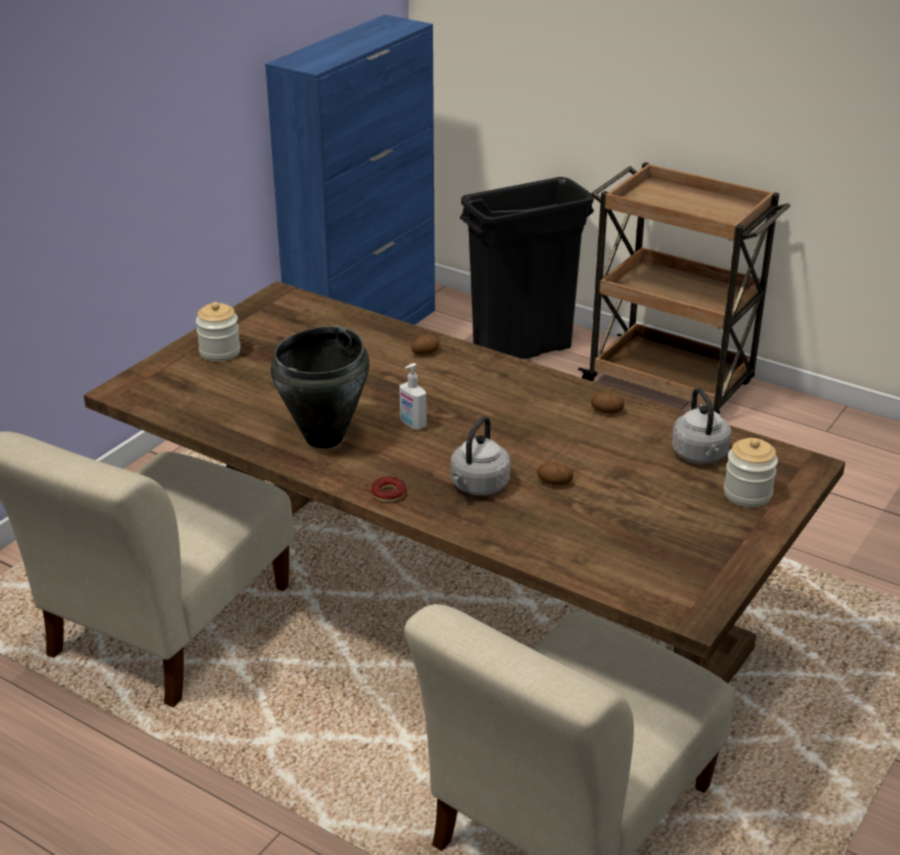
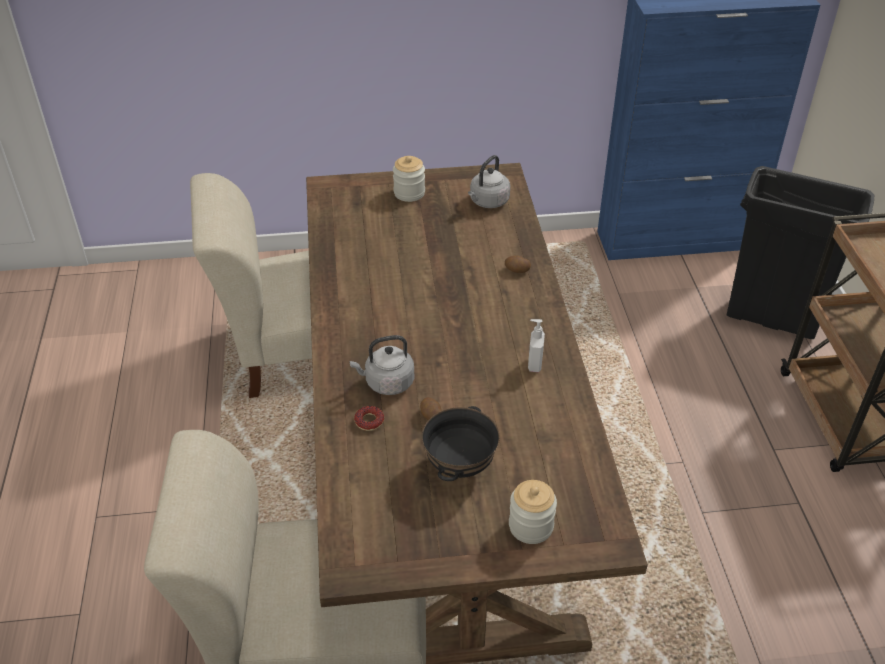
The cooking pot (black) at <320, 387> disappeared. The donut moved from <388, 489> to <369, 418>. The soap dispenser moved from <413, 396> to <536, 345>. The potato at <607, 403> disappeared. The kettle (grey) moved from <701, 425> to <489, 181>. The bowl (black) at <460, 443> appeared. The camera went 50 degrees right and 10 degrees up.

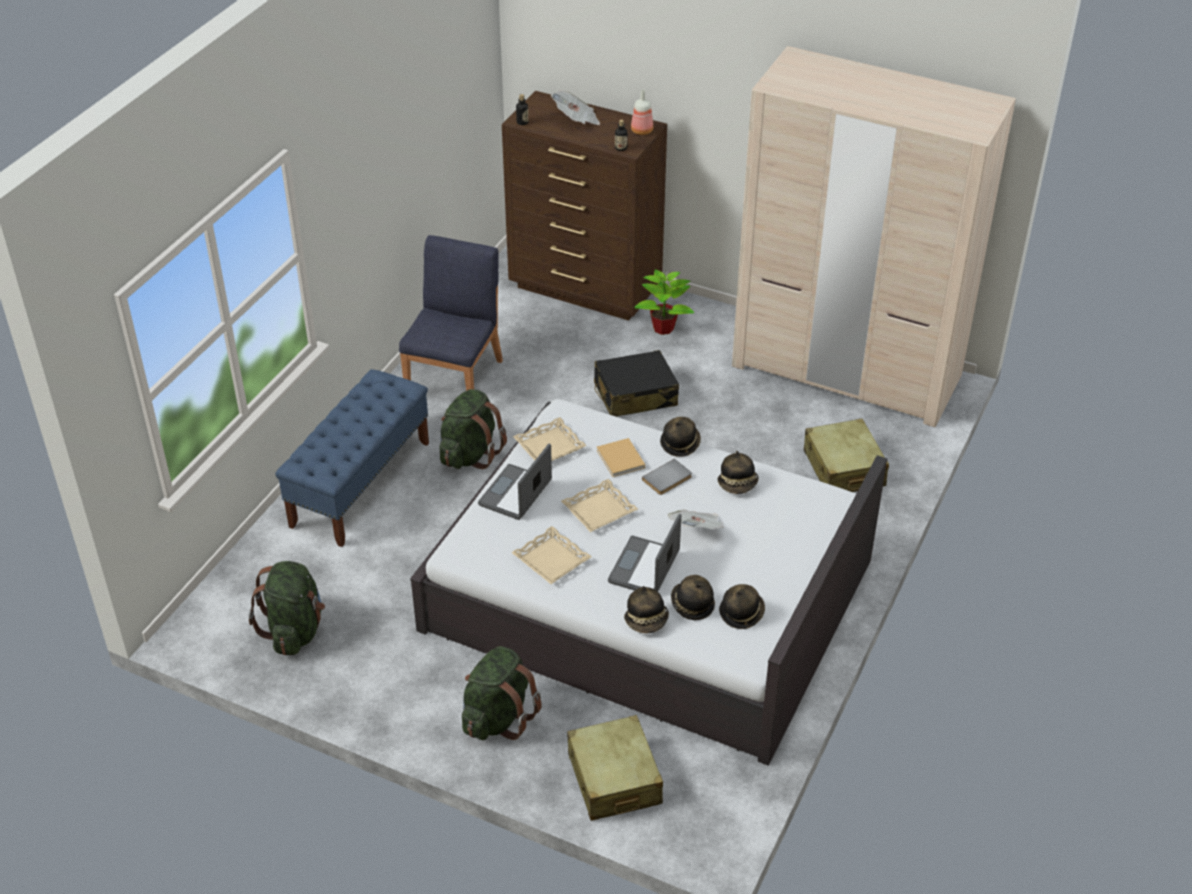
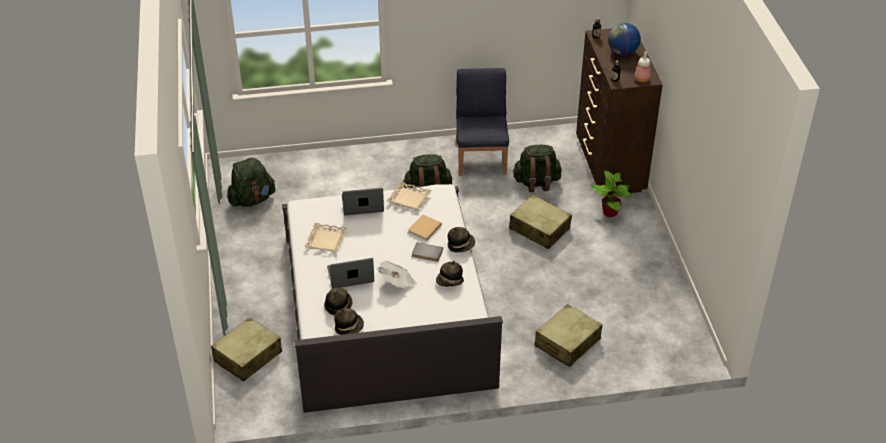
The bench (blue) at <352, 458> disappeared. The chair (blue) at <451, 313> turned 75 degrees counterclockwise. The backpack (green) moved from <502, 693> to <537, 168>. The newspaper at <575, 108> was replaced by the globe at <624, 39>. The tray (beige) at <599, 505> disappeared. The suitcase (black) at <636, 383> became the suitcase (beige) at <540, 222>. The hat at <646, 609> disappeared. The wardrobe (beige) at <874, 236> disappeared. The camera went 55 degrees right and 0 degrees up.

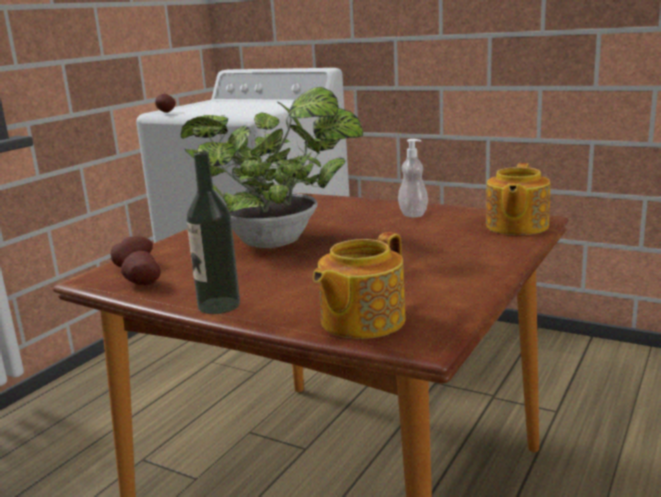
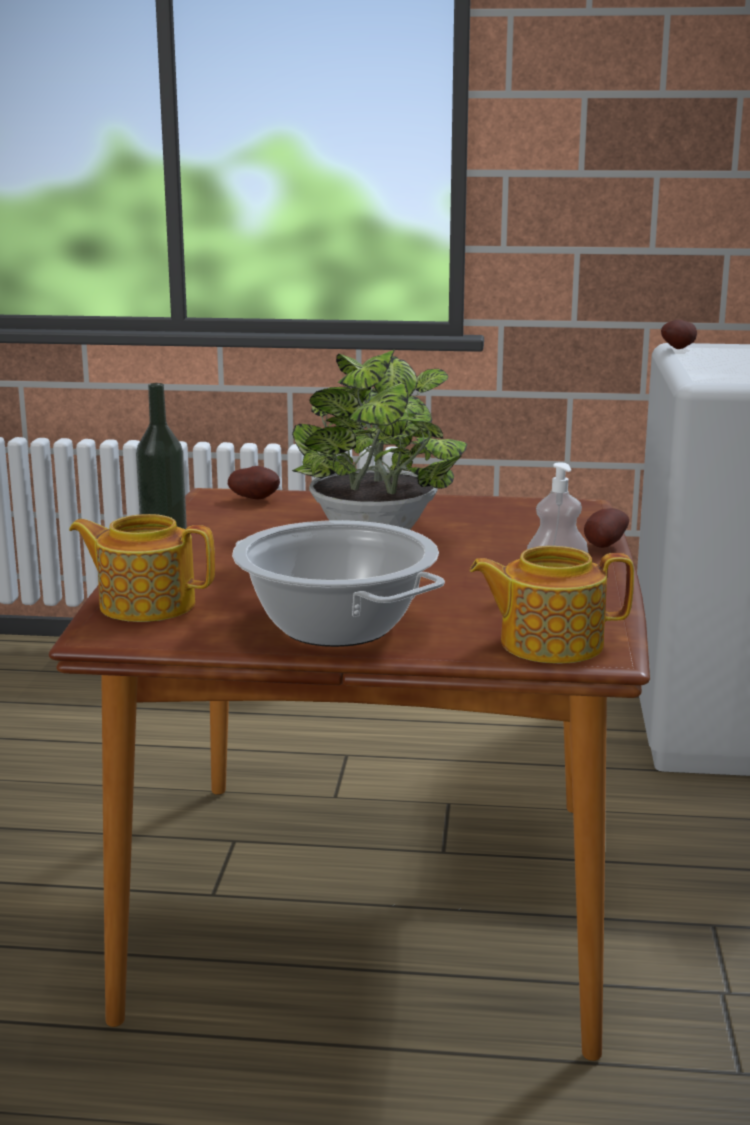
The potato moved from <141, 268> to <606, 528>. The cooking pot at <338, 583> appeared. The camera went 65 degrees right and 0 degrees up.

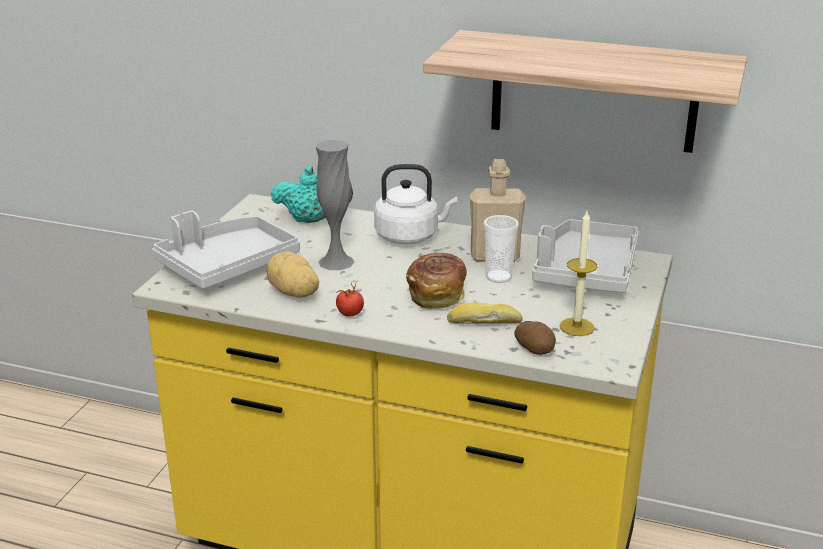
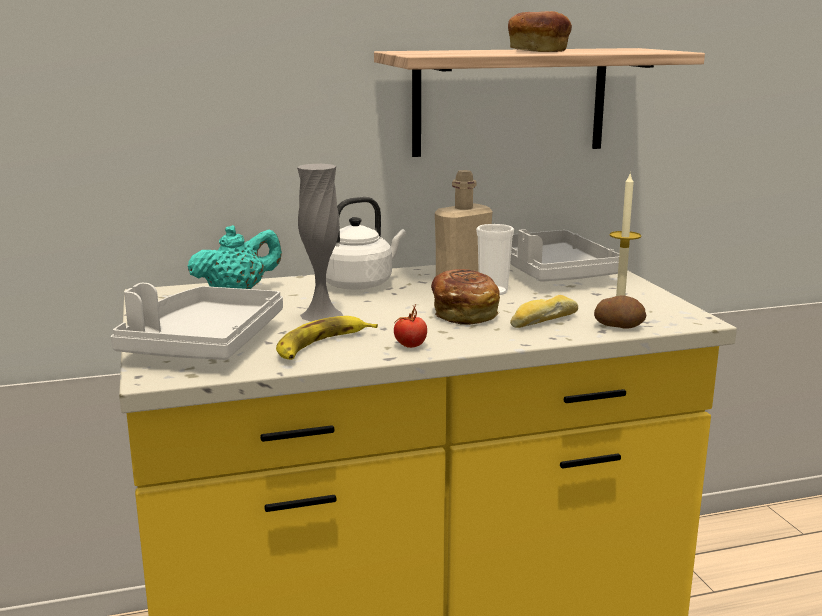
The potato at <292, 274> was replaced by the banana at <327, 338>. The bread at <540, 31> appeared. The camera went 35 degrees left and 10 degrees down.

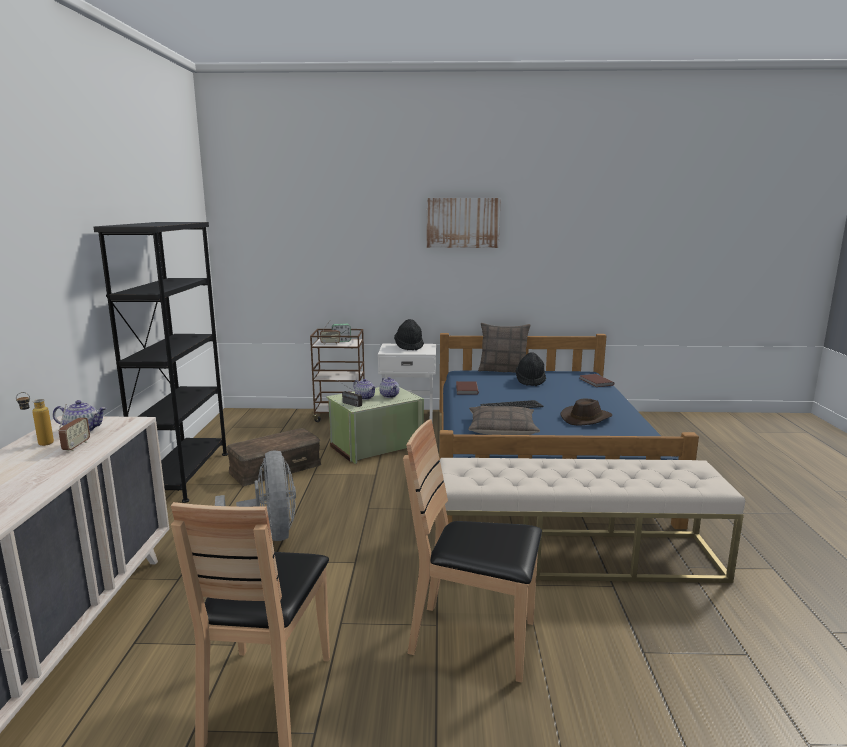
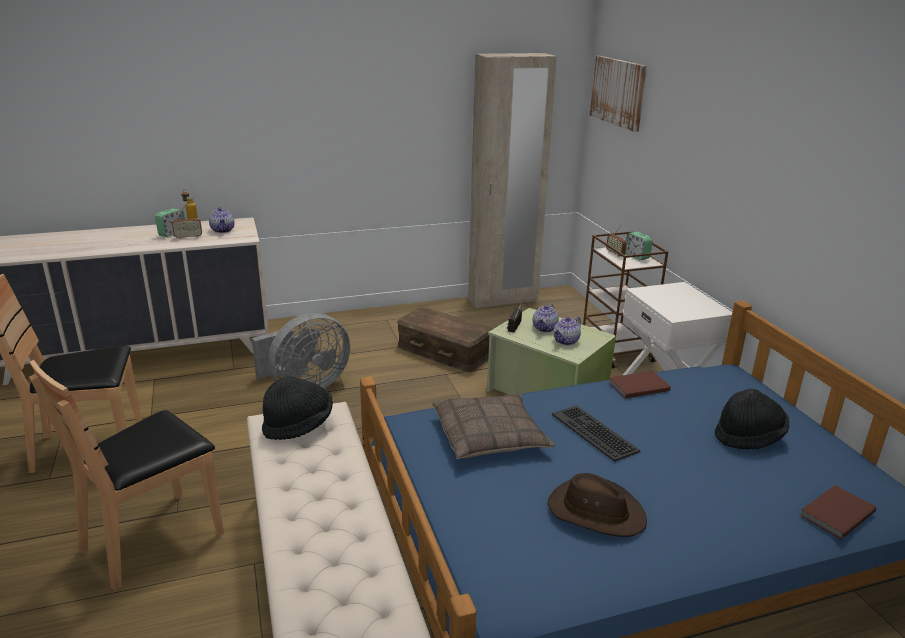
The bookcase (black) at <161, 362> disappeared. The hat (black) moved from <409, 334> to <297, 408>. The chair (brown) at <472, 550> turned 135 degrees counterclockwise. The picture moved from <464, 223> to <618, 94>. The pillow at <504, 348> disappeared. The alarm clock at <170, 223> appeared. The wardrobe (beige) at <512, 180> appeared. The camera went 70 degrees right and 10 degrees up.

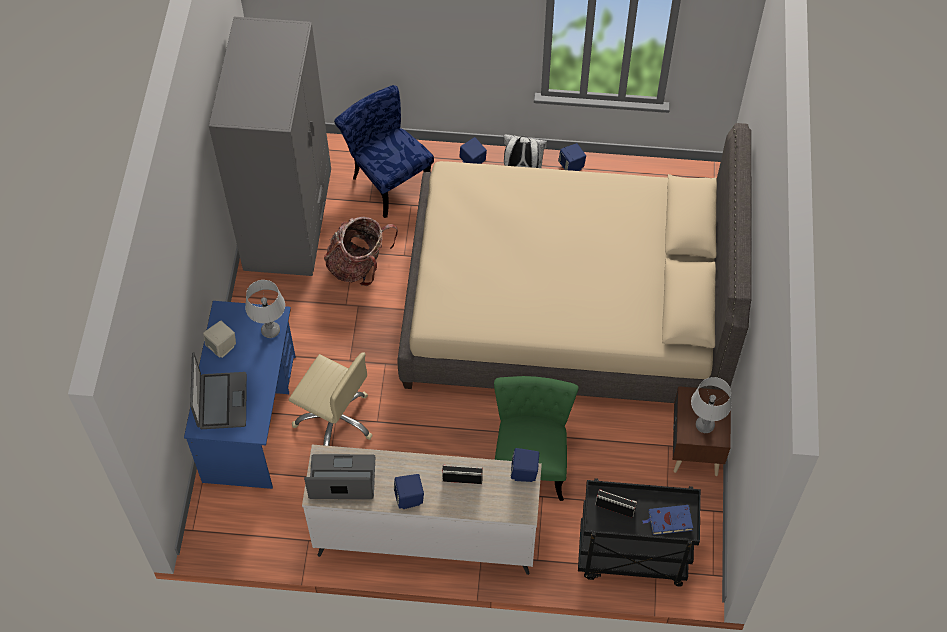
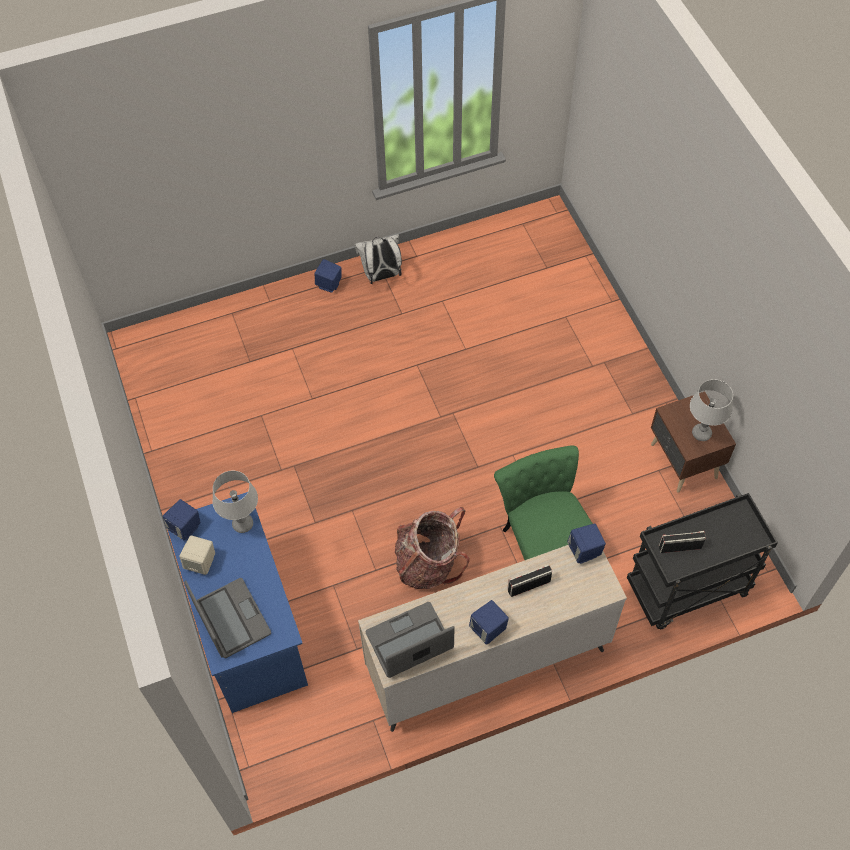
The wardrobe (grey) at <270, 146> disappeared. The office chair (beige) at <331, 399> disappeared. The backpack moved from <361, 251> to <432, 548>. The chair (blue) at <384, 151> disappeared. The bed (beige) at <574, 263> disappeared. The speaker (blue) moved from <572, 157> to <181, 519>. The book (blue) at <667, 520> disappeared. The camera went 25 degrees left and 0 degrees up.

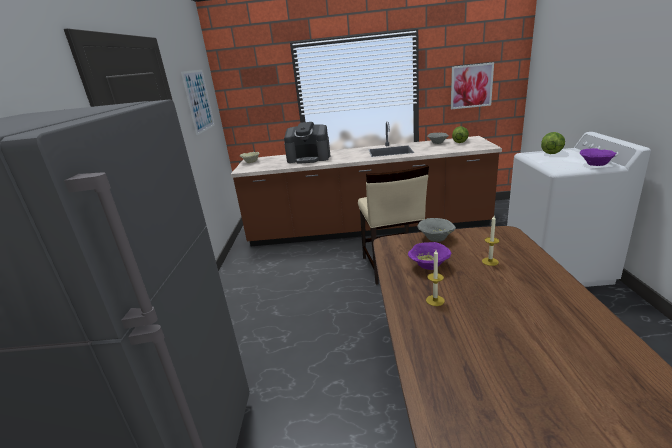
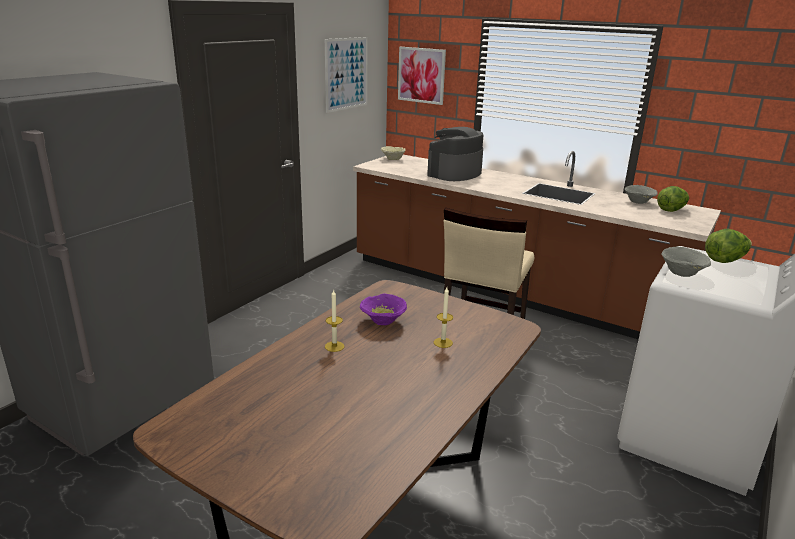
The coffee machine at <307, 143> turned 90 degrees clockwise. The bowl (grey) moved from <437, 230> to <686, 262>. The picture moved from <472, 85> to <422, 76>. The bowl (purple) at <598, 157> disappeared. The camera went 30 degrees right and 0 degrees up.

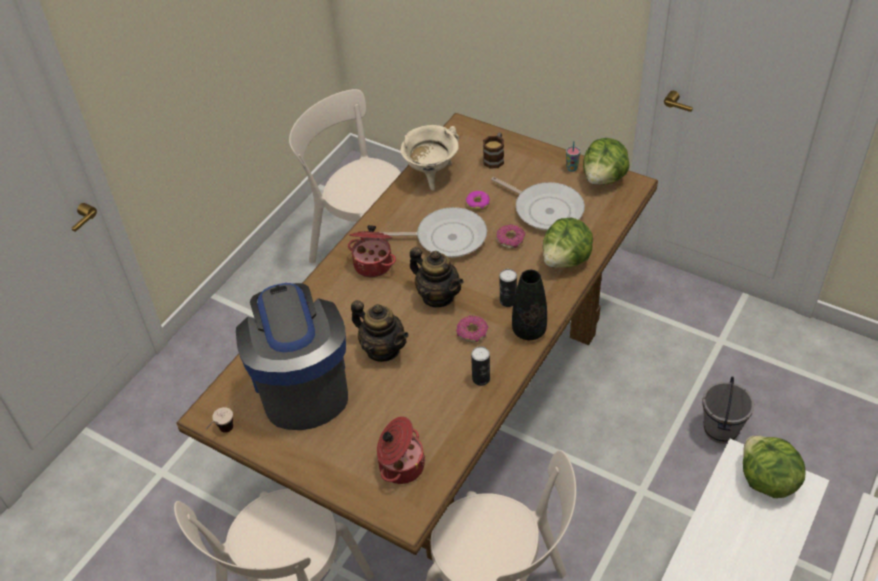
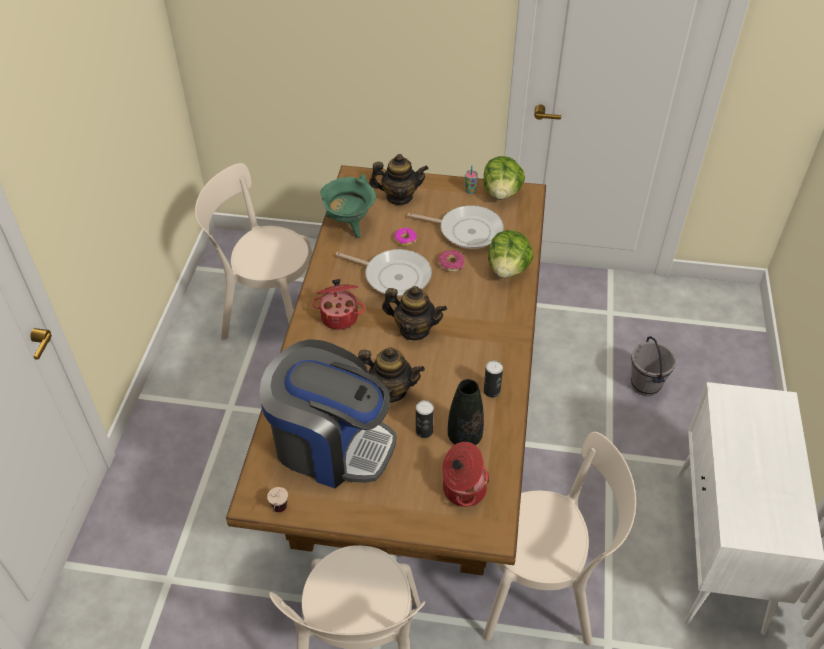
The coffee machine at <292, 356> turned 150 degrees clockwise. The frying pan at <433, 232> turned 45 degrees clockwise. The cooking pot (beige) at <429, 158> became the cooking pot (green) at <348, 206>. The donut at <472, 329> disappeared. The mug at <493, 150> was replaced by the teapot at <399, 179>. The can moved from <508, 288> to <425, 419>. The vase (black) moved from <529, 305> to <466, 412>. The lettuce at <774, 467> disappeared. The camera went 25 degrees left and 0 degrees up.

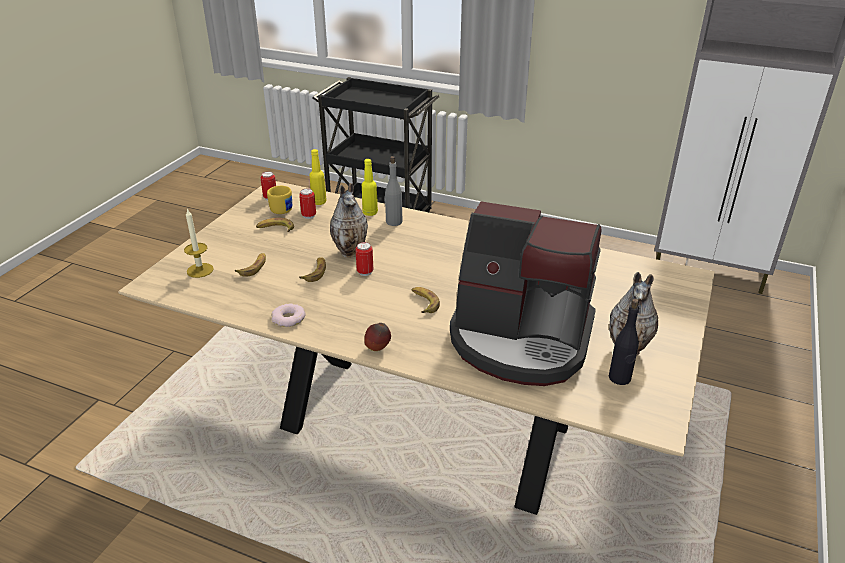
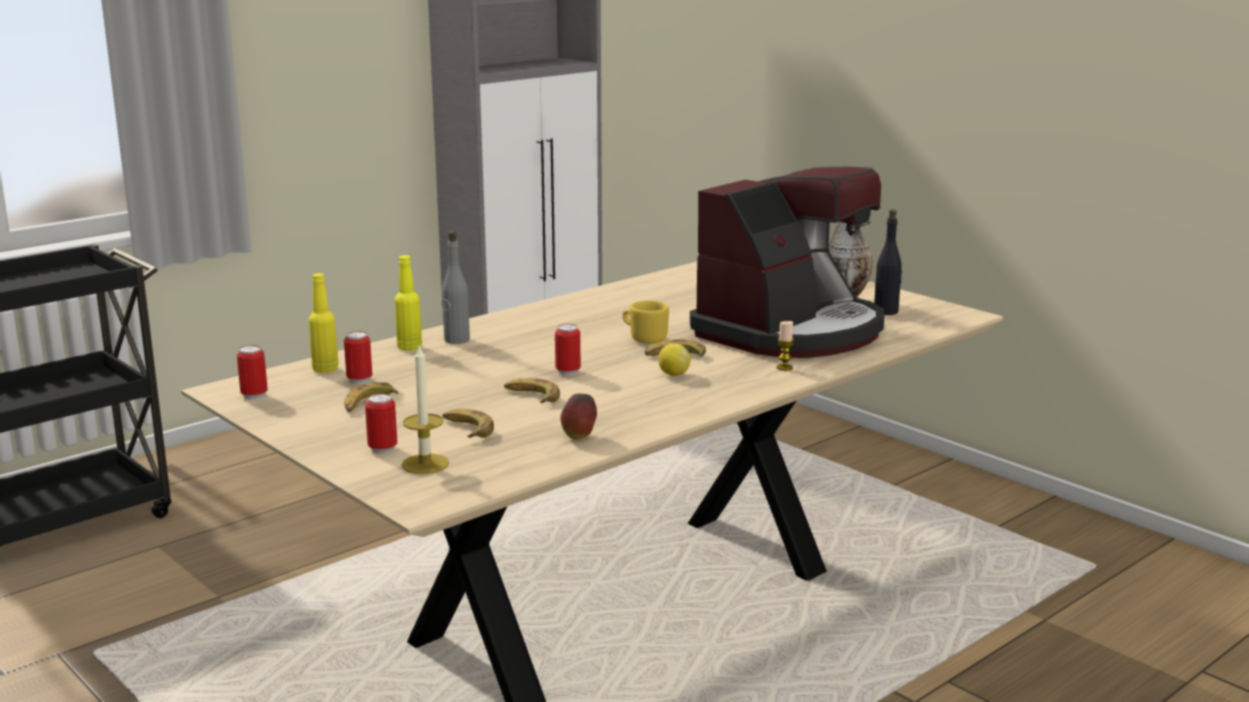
The mug (yellow) moved from <279, 200> to <646, 322>. The donut at <288, 315> disappeared. The vase at <349, 220> disappeared. The apple moved from <377, 337> to <579, 417>. The can at <381, 424> appeared. The lemon at <674, 359> appeared. The candle at <785, 346> appeared. The camera went 65 degrees left and 15 degrees down.

